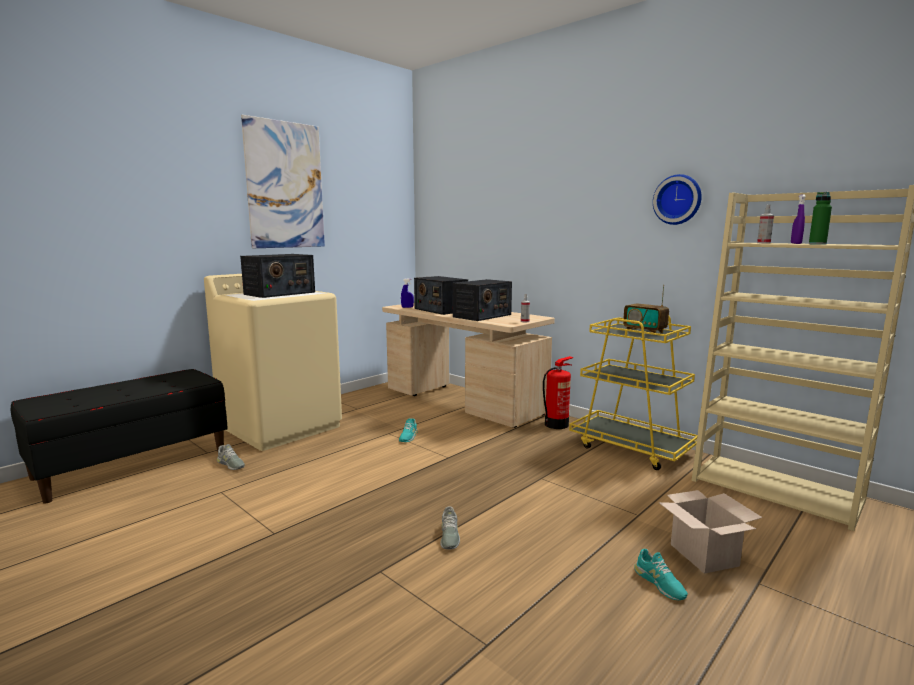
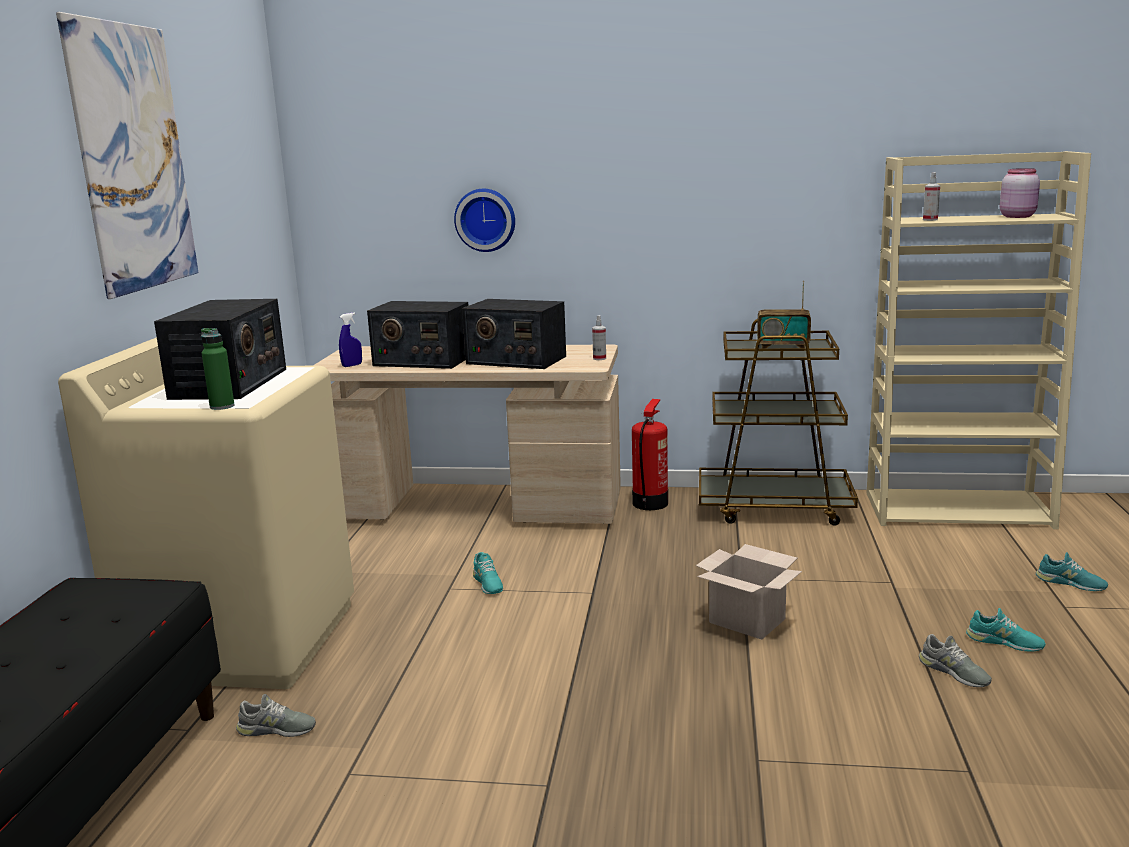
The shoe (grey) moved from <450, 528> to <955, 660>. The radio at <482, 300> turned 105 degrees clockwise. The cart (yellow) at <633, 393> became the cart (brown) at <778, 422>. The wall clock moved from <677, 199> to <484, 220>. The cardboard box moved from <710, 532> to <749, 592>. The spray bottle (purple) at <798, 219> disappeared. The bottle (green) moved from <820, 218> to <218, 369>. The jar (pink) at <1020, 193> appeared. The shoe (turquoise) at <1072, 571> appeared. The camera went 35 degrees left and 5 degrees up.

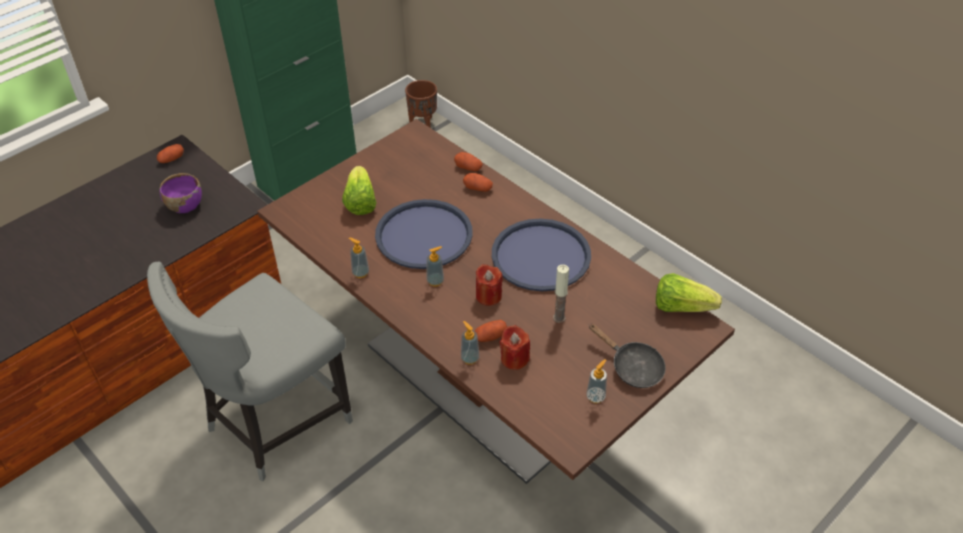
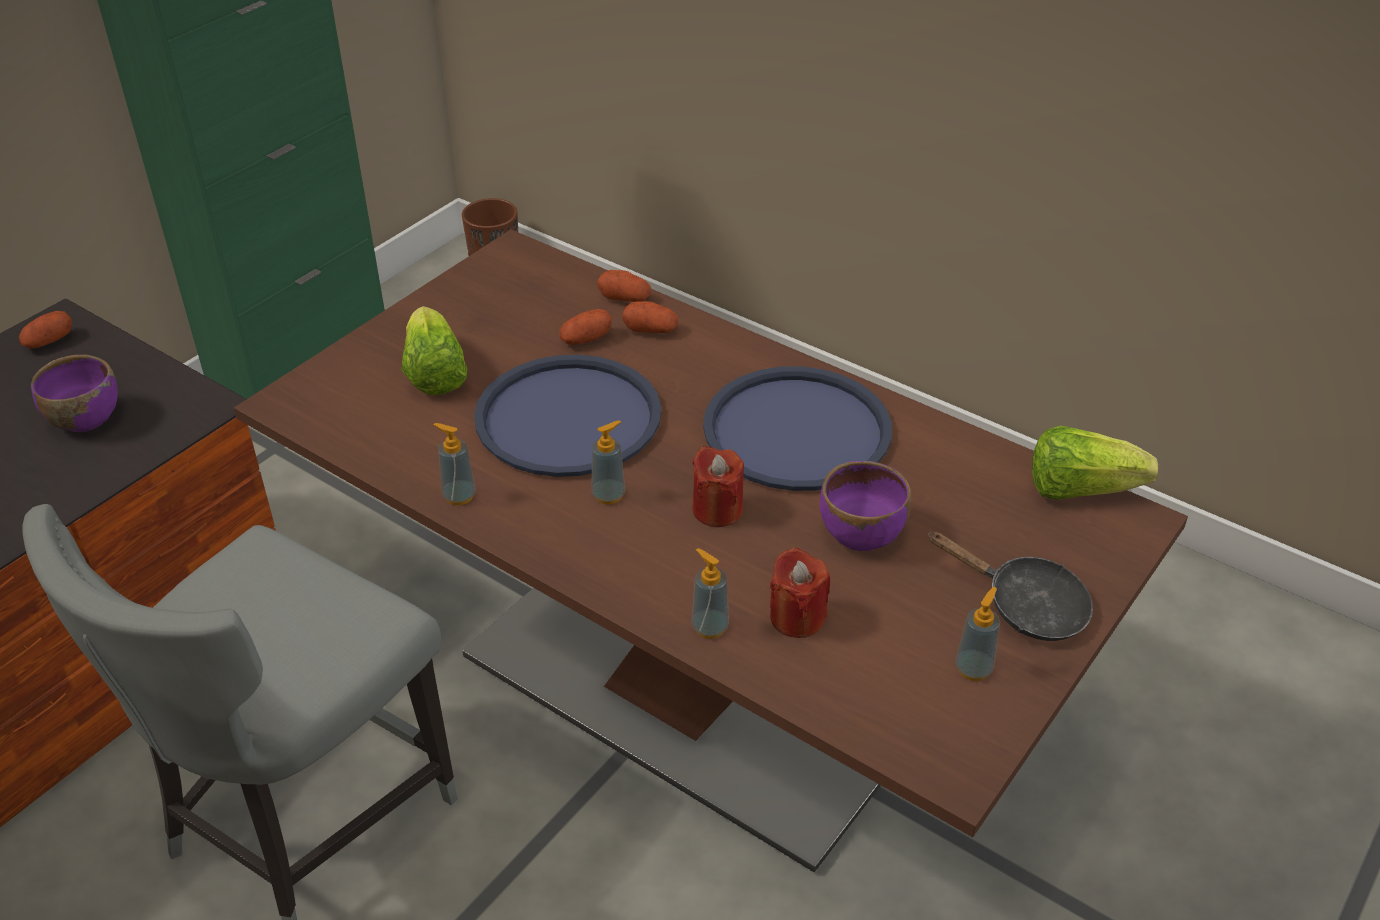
The potato moved from <491, 331> to <585, 327>. The candle at <561, 294> was replaced by the bowl (purple) at <865, 506>. The camera went 10 degrees left and 5 degrees down.

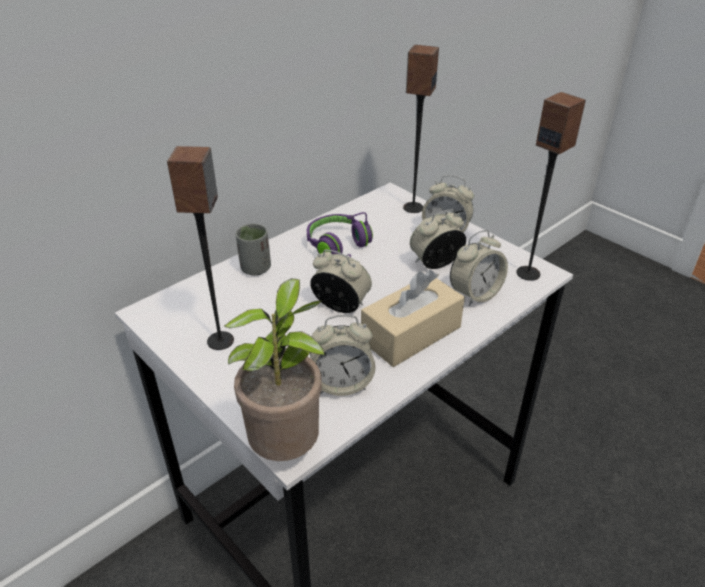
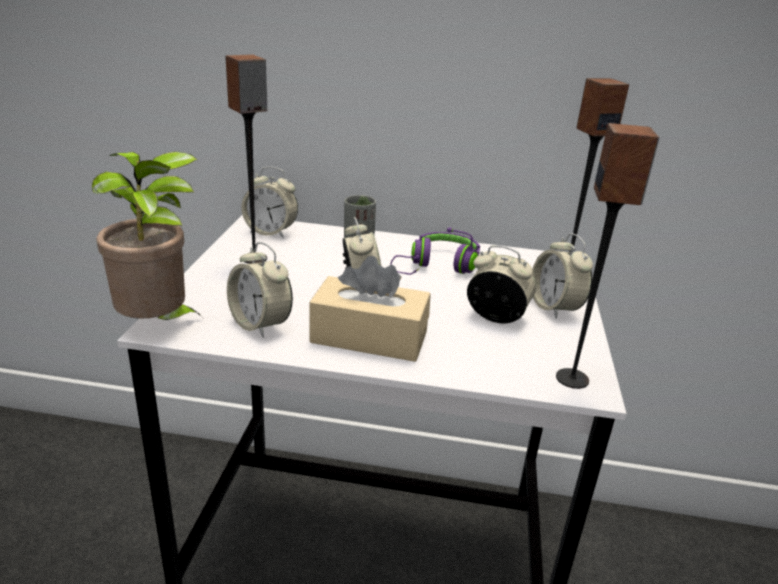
The alarm clock moved from <479, 268> to <269, 202>. The camera went 50 degrees right and 10 degrees down.

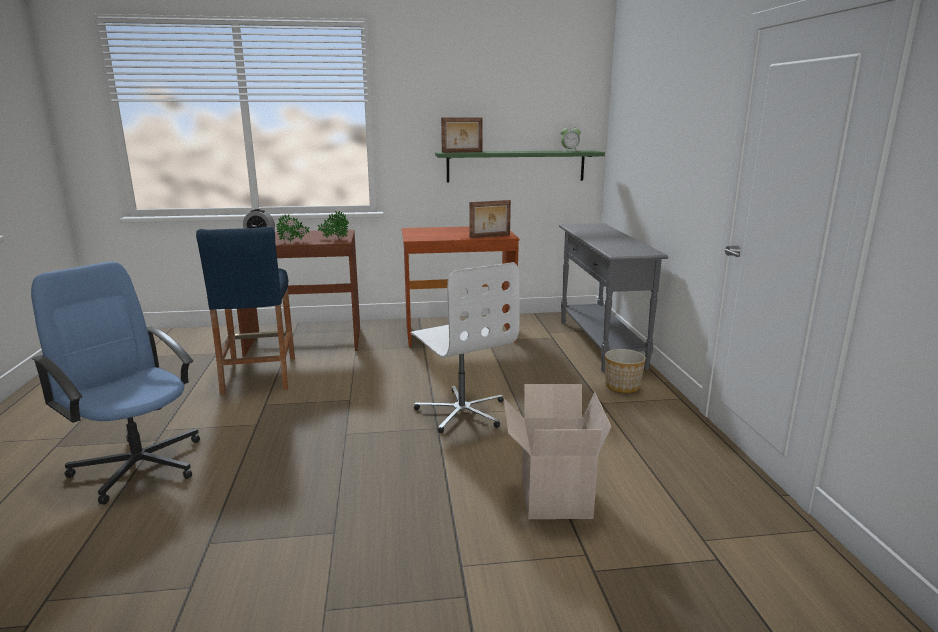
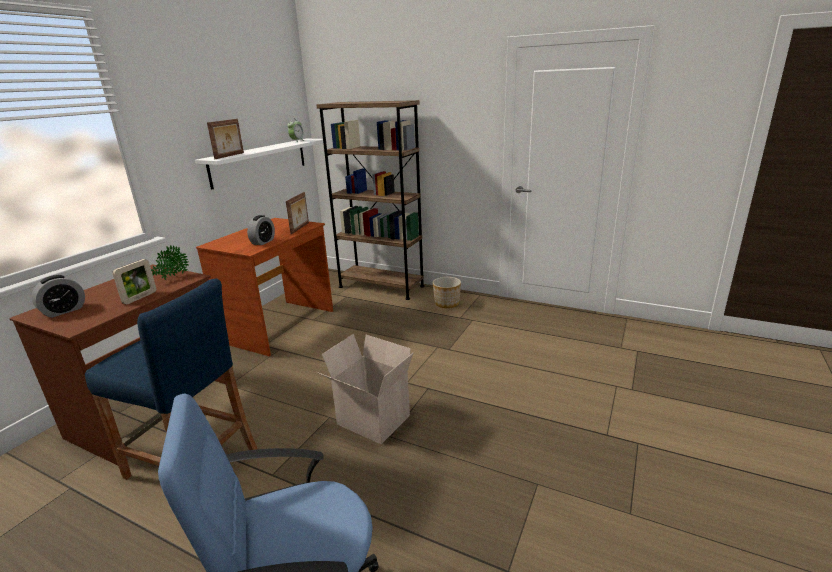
The potted plant at <293, 228> was replaced by the picture frame at <134, 281>. The office chair (white) at <465, 347> disappeared. The shelf (green) at <520, 166> became the shelf (white) at <261, 164>. The cardboard box moved from <557, 451> to <365, 389>. The console table (grey) at <613, 297> was replaced by the bookcase (brown) at <370, 200>. The alarm clock at <261, 230> appeared. The camera went 55 degrees left and 5 degrees up.

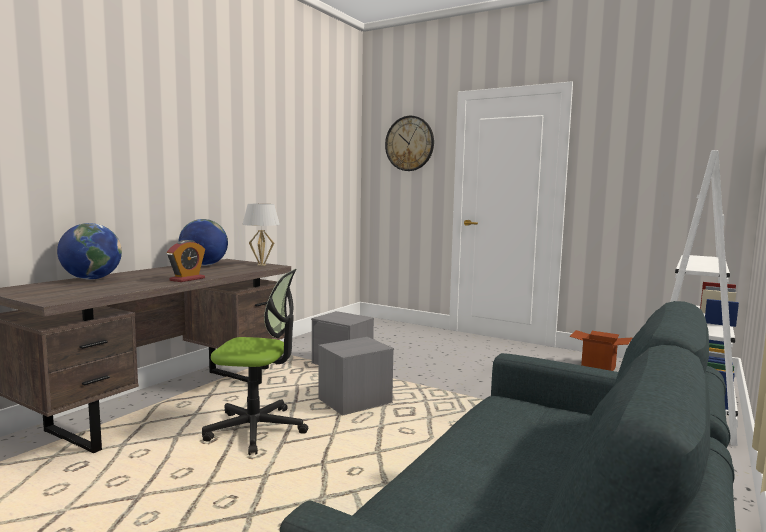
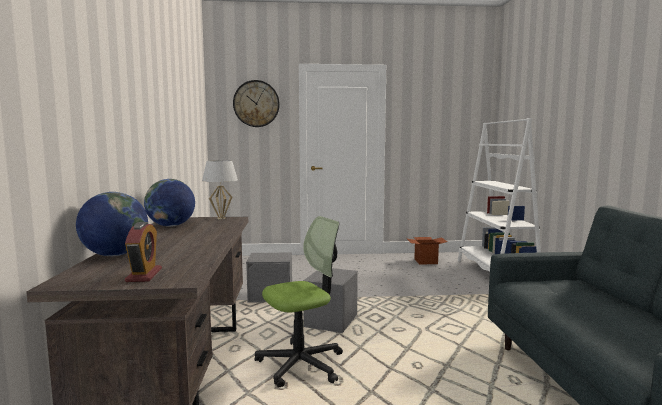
The alarm clock moved from <186, 261> to <143, 252>. The camera went 35 degrees left and 0 degrees up.

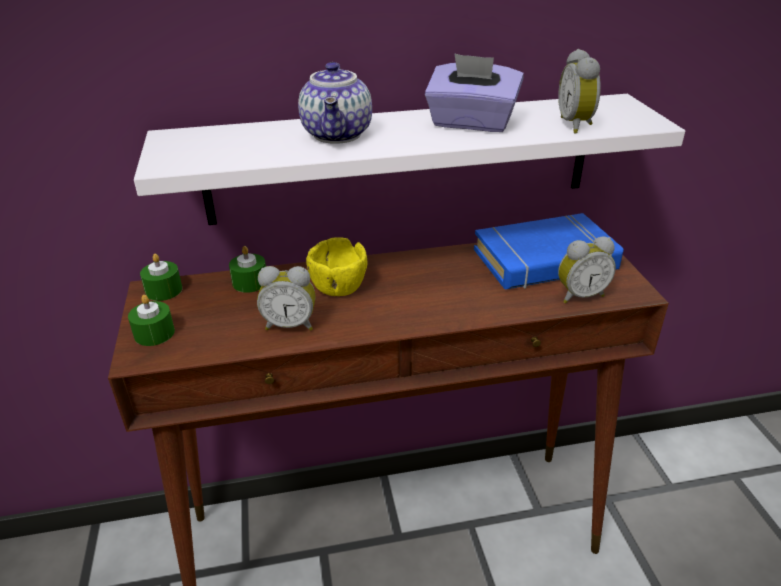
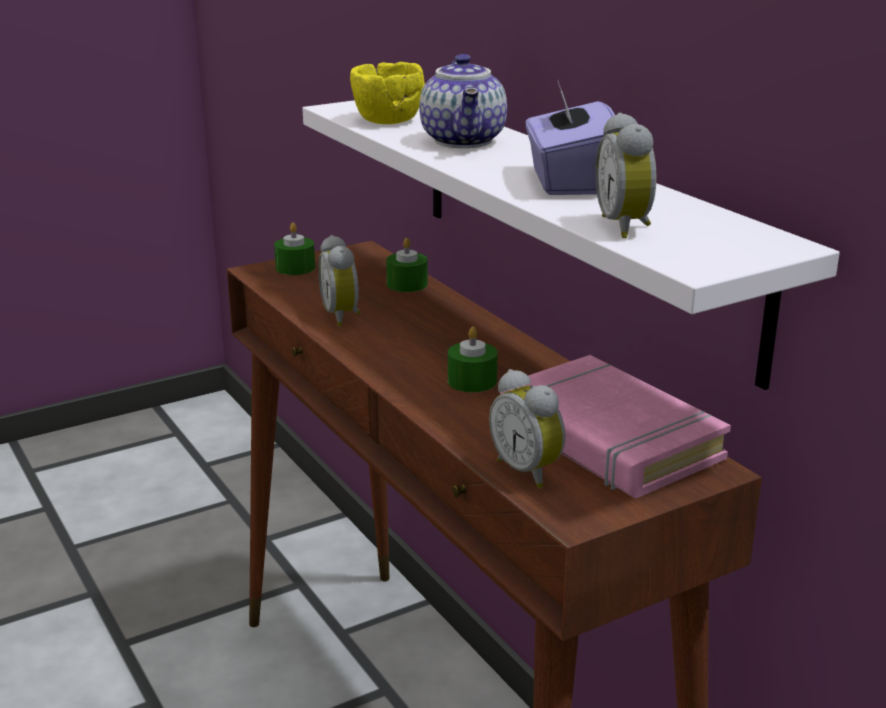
The candle (green) moved from <161, 277> to <473, 360>. The teapot at <335, 103> turned 75 degrees counterclockwise. The bowl (yellow) moved from <336, 266> to <387, 93>. The book (blue) at <549, 251> became the book (pink) at <615, 426>. The alarm clock at <579, 91> turned 75 degrees counterclockwise. The camera went 70 degrees right and 10 degrees down.

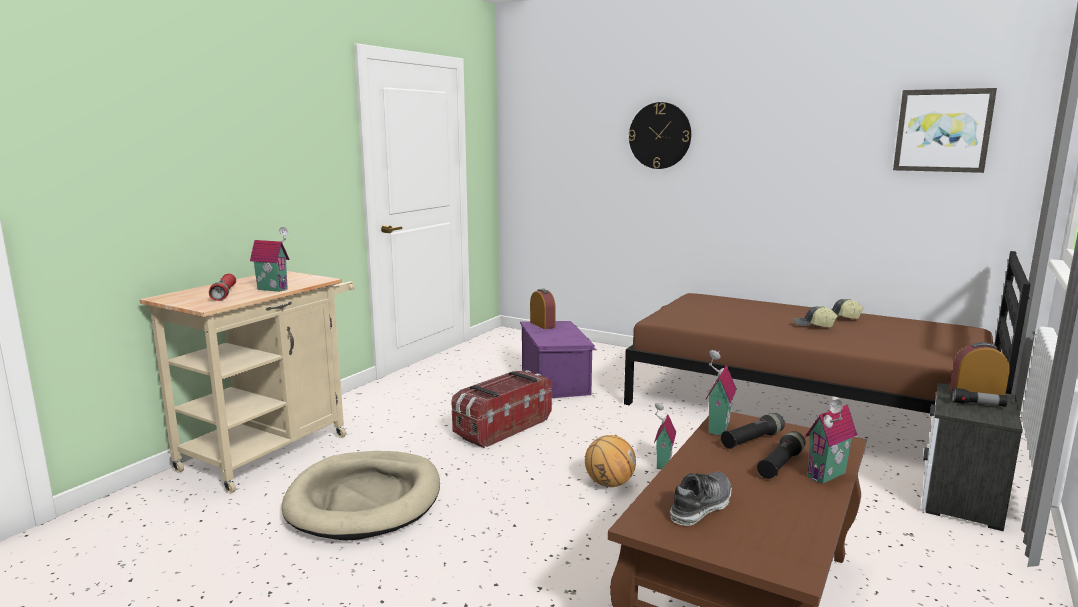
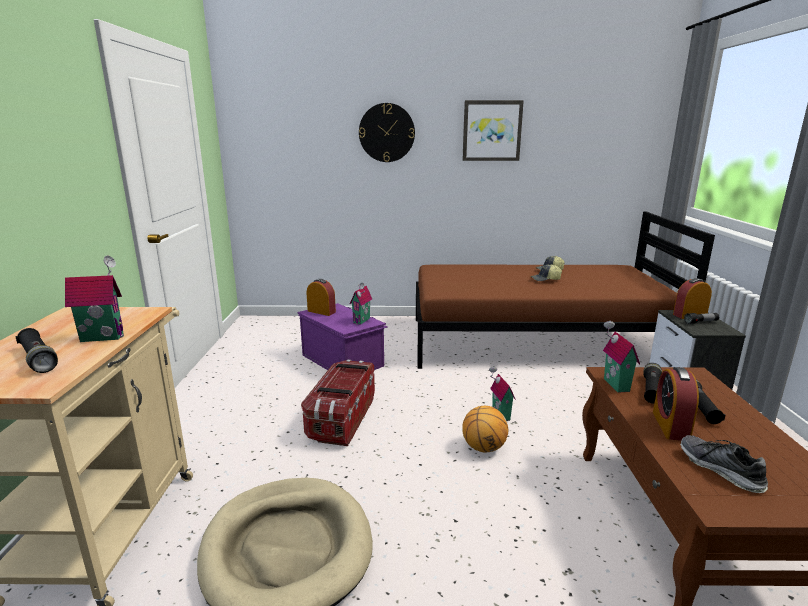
The flashlight (red) at <222, 287> became the flashlight (black) at <36, 350>. The shoe at <701, 499> turned 45 degrees counterclockwise. The toy house moved from <831, 441> to <361, 304>. The picture moved from <945, 130> to <493, 130>. The alarm clock at <676, 404> appeared. The camera went 30 degrees left and 5 degrees up.

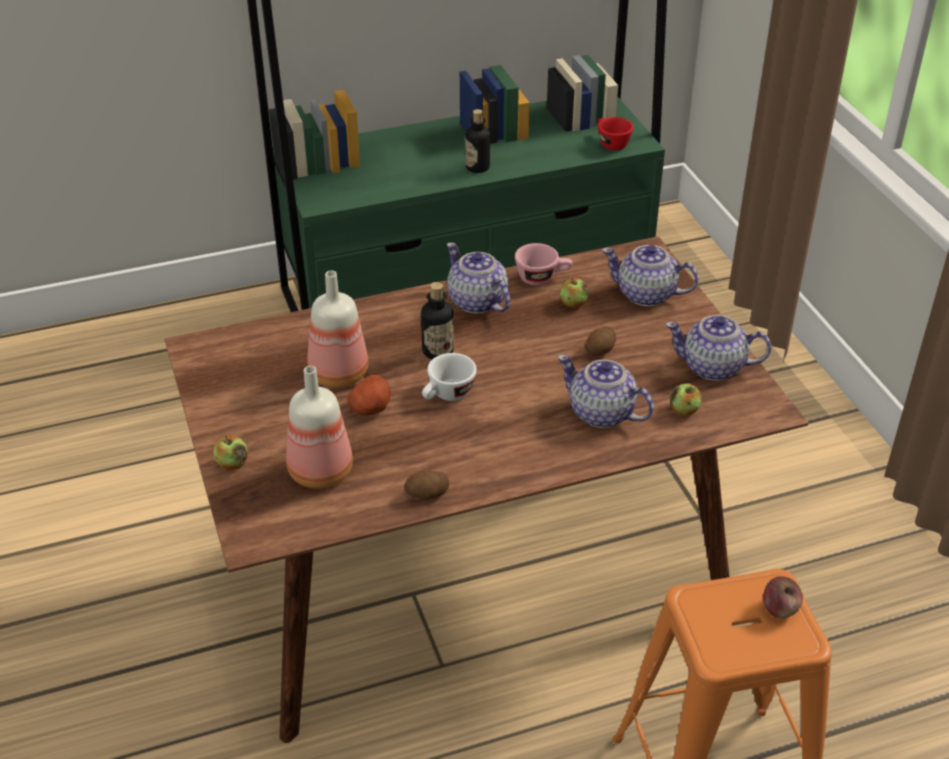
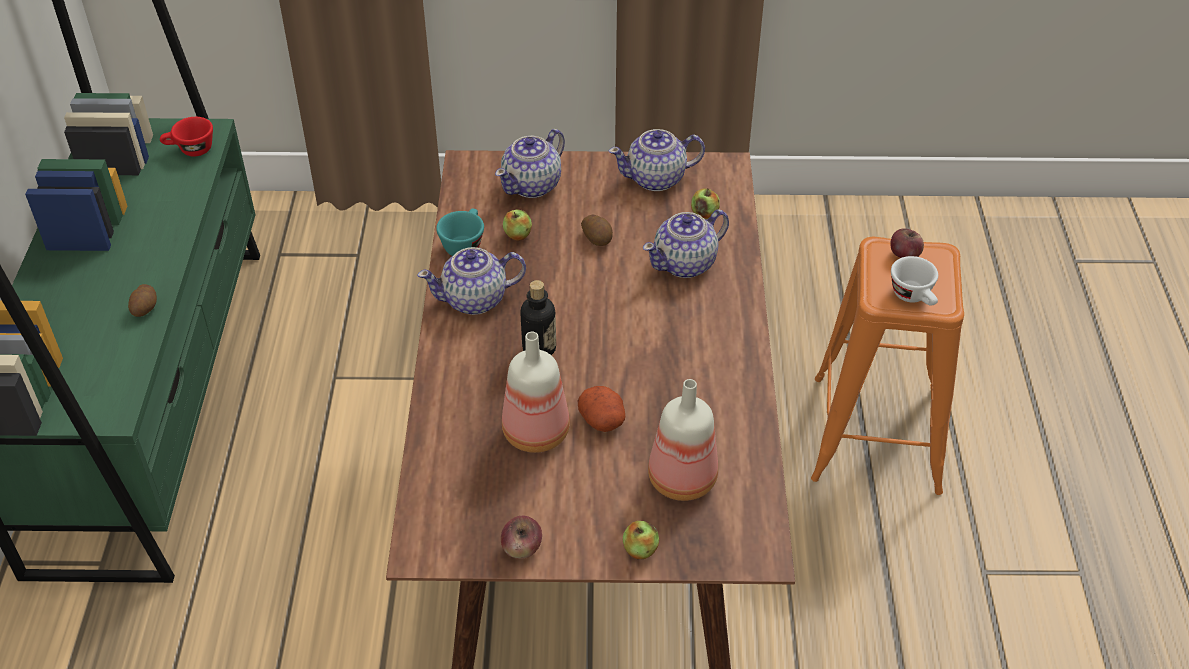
The potato moved from <426, 485> to <142, 300>. The cup (white) moved from <449, 377> to <914, 281>. The bottle at <477, 141> disappeared. The cup (pink) at <543, 264> became the cup (turquoise) at <460, 232>. The teapot at <718, 348> turned 45 degrees clockwise. The apple at <521, 537> appeared. The camera went 70 degrees left and 5 degrees up.

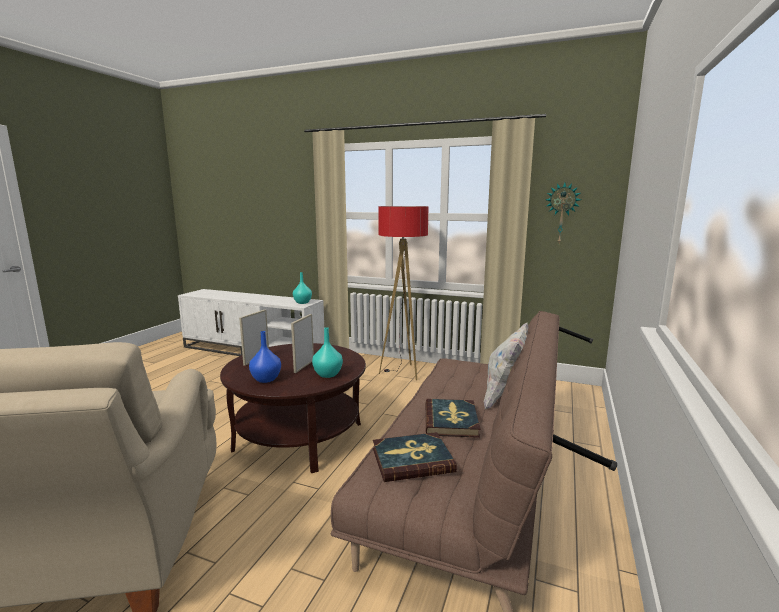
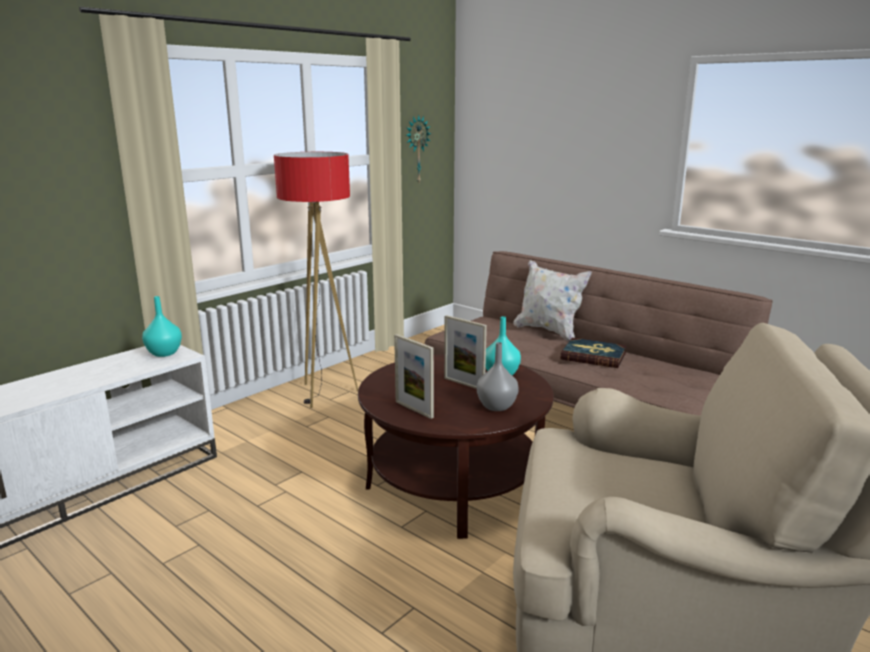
The vase (blue) at <265, 357> became the vase (grey) at <498, 376>. The book at <415, 457> disappeared. The camera went 70 degrees left and 5 degrees up.

